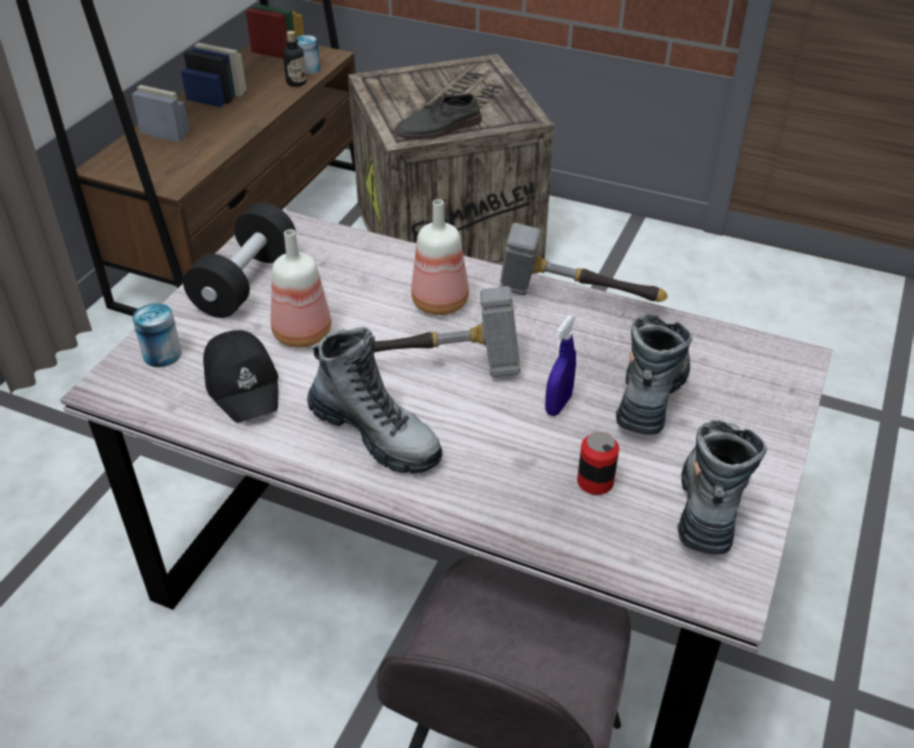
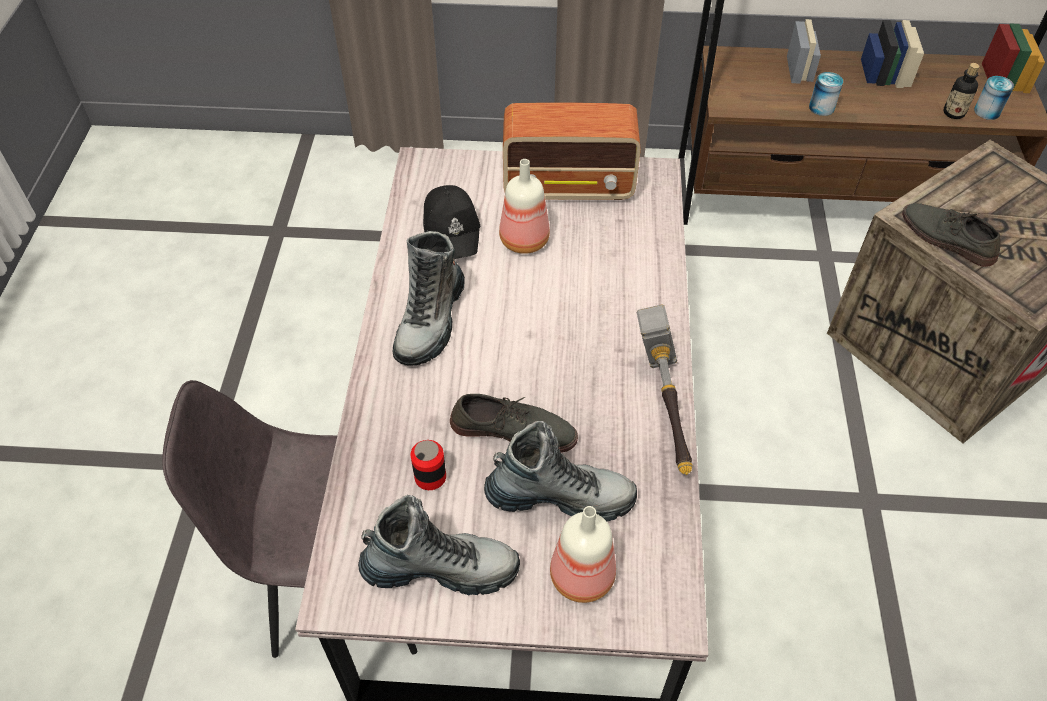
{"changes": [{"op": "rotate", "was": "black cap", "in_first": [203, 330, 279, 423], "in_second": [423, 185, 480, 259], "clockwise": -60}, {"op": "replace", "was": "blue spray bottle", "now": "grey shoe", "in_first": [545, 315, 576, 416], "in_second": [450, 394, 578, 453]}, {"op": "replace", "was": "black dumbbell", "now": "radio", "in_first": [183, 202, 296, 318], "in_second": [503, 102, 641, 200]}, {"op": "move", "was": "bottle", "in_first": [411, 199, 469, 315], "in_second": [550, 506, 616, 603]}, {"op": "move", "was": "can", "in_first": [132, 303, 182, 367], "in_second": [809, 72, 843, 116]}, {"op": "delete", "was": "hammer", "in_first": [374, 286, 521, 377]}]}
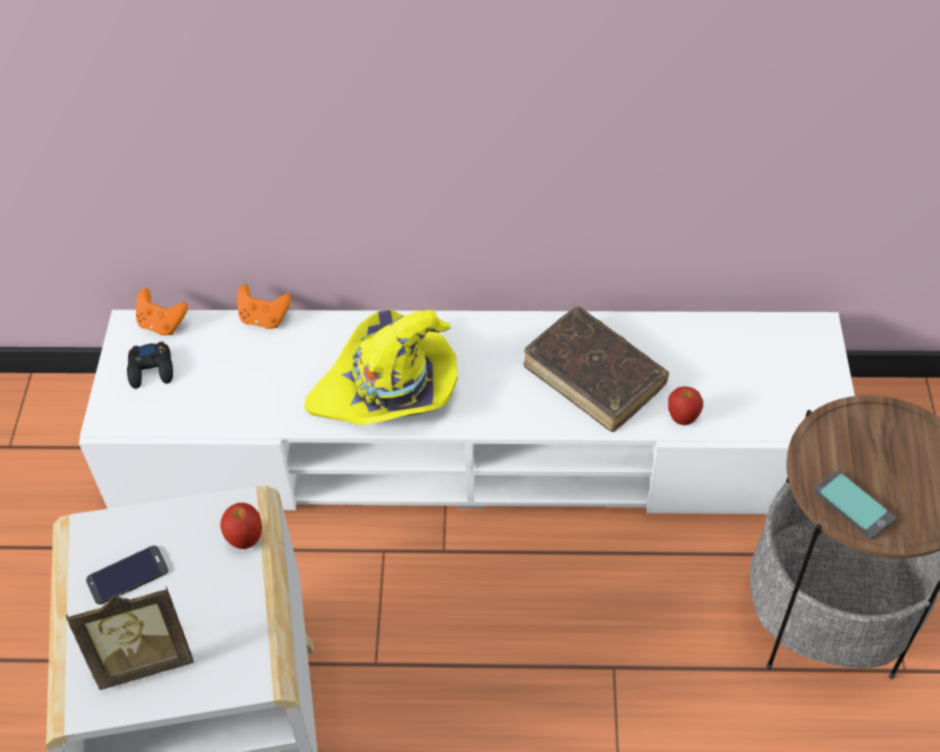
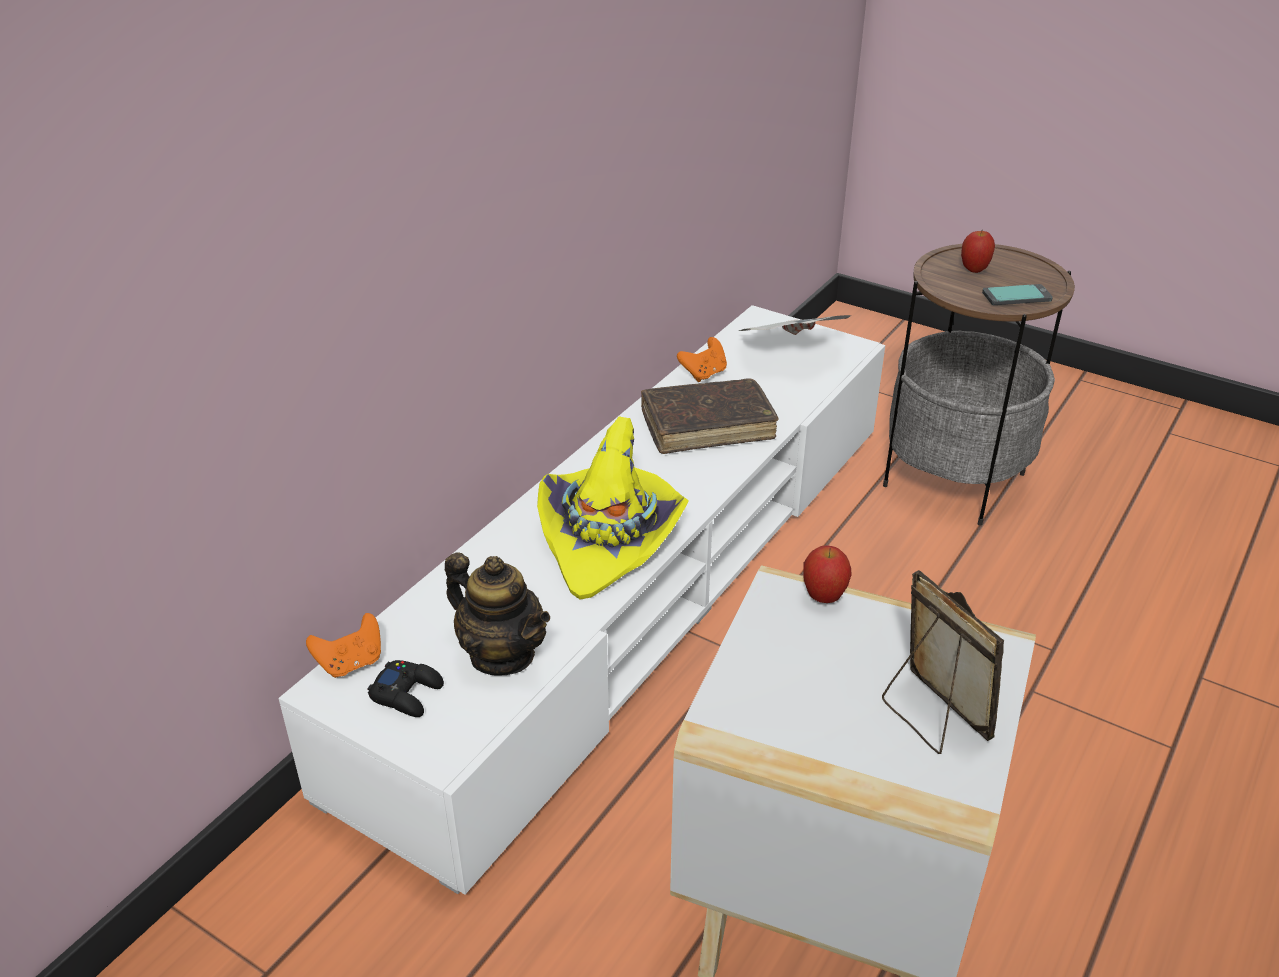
{"changes": [{"op": "insert", "now": "teapot", "in_second": [445, 552, 550, 676]}, {"op": "move", "was": "orange game controller", "in_first": [237, 284, 291, 329], "in_second": [677, 337, 727, 382]}, {"op": "insert", "now": "newspaper", "in_second": [740, 315, 852, 335]}, {"op": "rotate", "was": "picture frame", "in_first": [66, 586, 194, 690], "in_second": [882, 570, 1004, 754], "clockwise": -45}, {"op": "move", "was": "apple", "in_first": [668, 386, 703, 425], "in_second": [961, 231, 995, 273]}, {"op": "delete", "was": "phone", "in_first": [86, 546, 168, 605]}]}
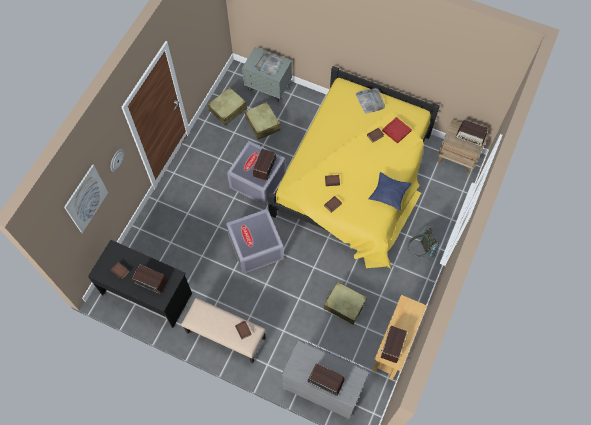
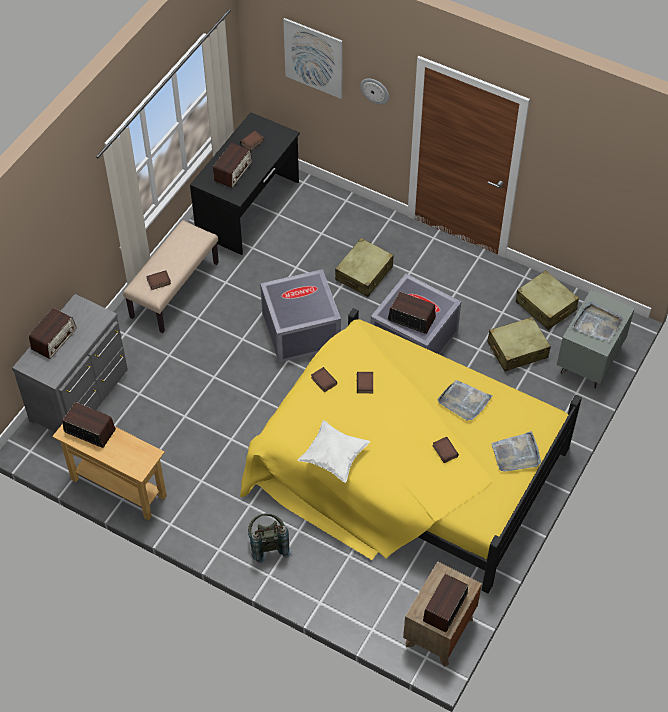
{"changes": [{"op": "recolor", "was": "blue pillow", "now": "white pillow", "in_first": [369, 172, 412, 211], "in_second": [298, 420, 370, 483]}, {"op": "move", "was": "beige suitcase", "in_first": [323, 281, 367, 325], "in_second": [335, 238, 394, 297]}, {"op": "insert", "now": "grey tray", "in_second": [437, 380, 493, 421]}, {"op": "delete", "was": "red tray", "in_first": [382, 117, 412, 144]}]}
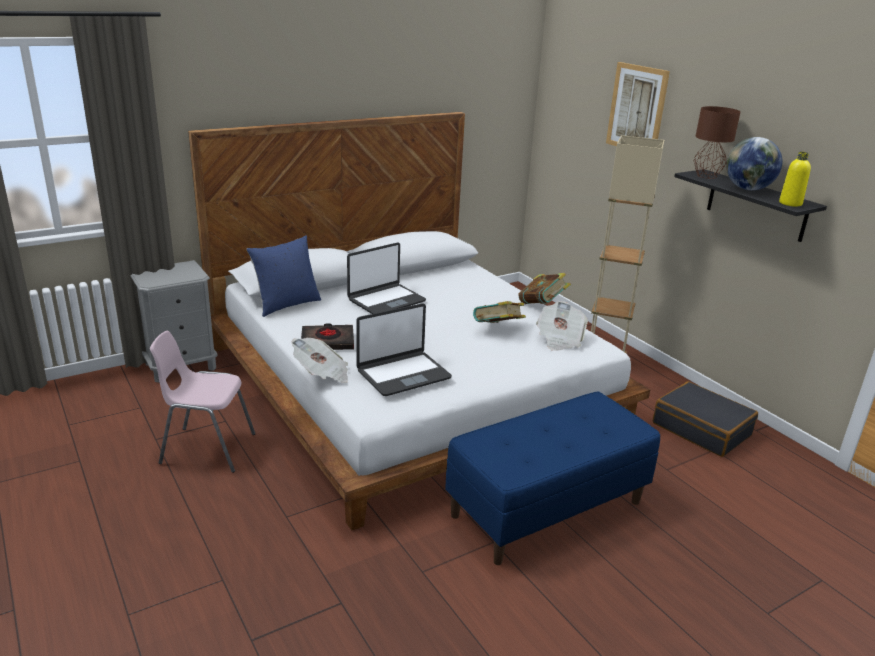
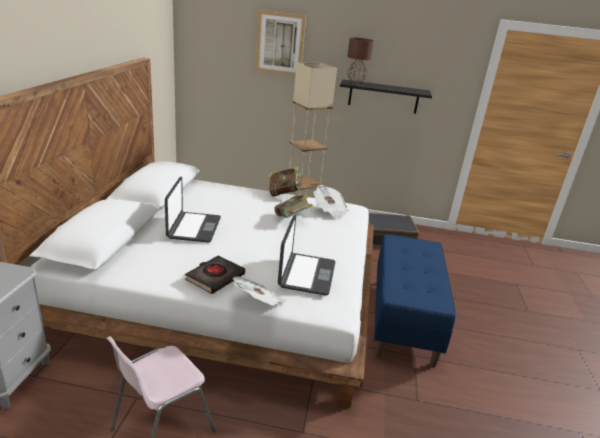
{"changes": [{"op": "delete", "was": "blue pillow", "in_first": [246, 235, 321, 317]}, {"op": "delete", "was": "globe", "in_first": [727, 137, 782, 190]}, {"op": "delete", "was": "yellow bottle", "in_first": [779, 152, 811, 207]}]}
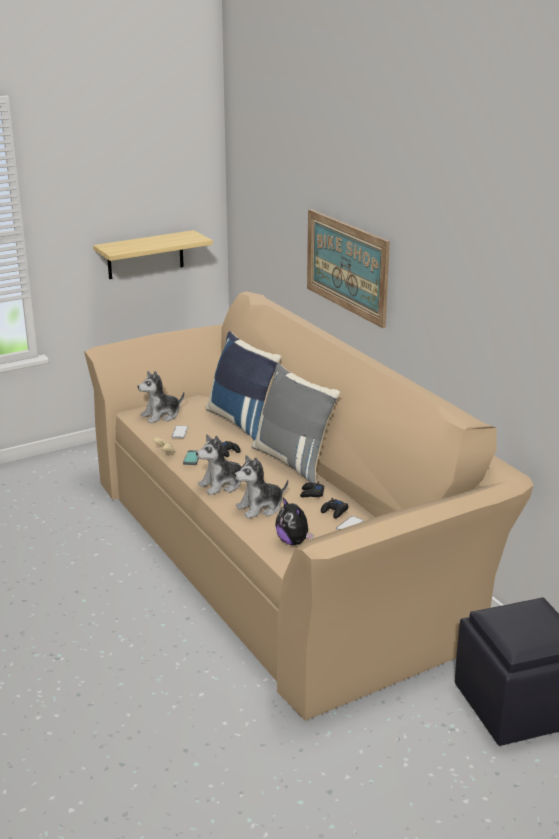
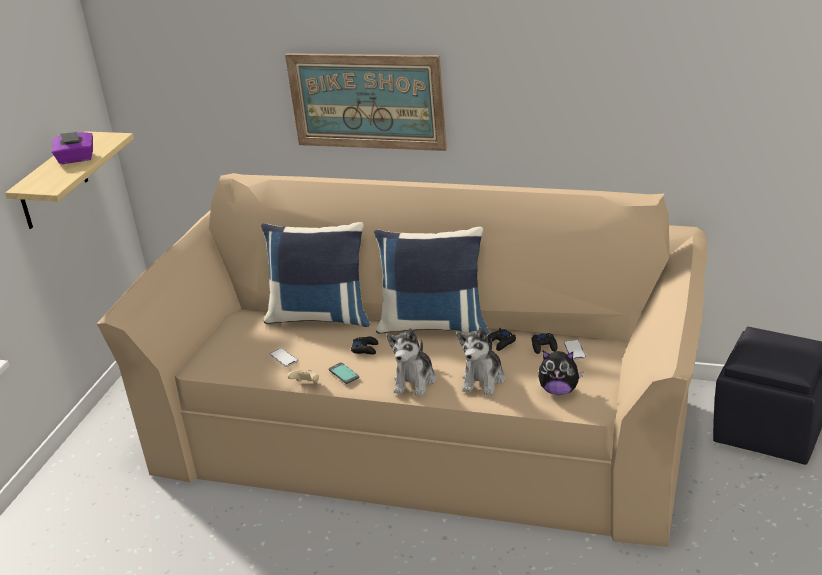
{"changes": [{"op": "insert", "now": "purple tissue box", "in_second": [52, 132, 93, 164]}, {"op": "recolor", "was": "grey pillow", "now": "blue pillow", "in_first": [252, 363, 340, 483], "in_second": [374, 227, 489, 335]}, {"op": "delete", "was": "plush toy", "in_first": [138, 371, 184, 423]}]}
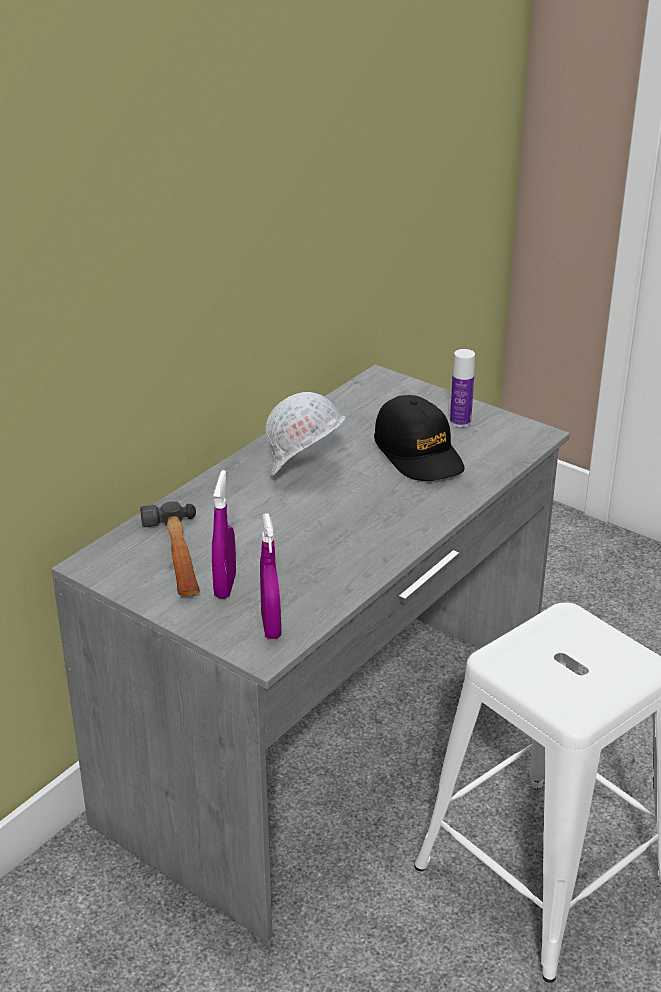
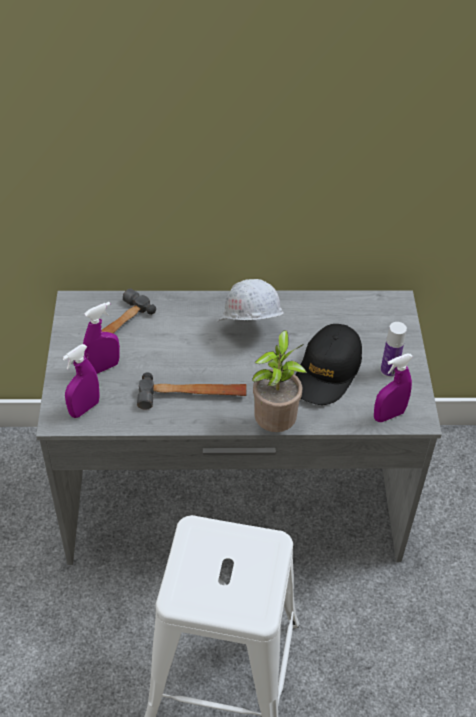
{"changes": [{"op": "insert", "now": "hammer", "in_second": [137, 372, 247, 410]}, {"op": "insert", "now": "potted plant", "in_second": [252, 330, 307, 432]}, {"op": "insert", "now": "purple spray bottle", "in_second": [374, 354, 413, 422]}]}
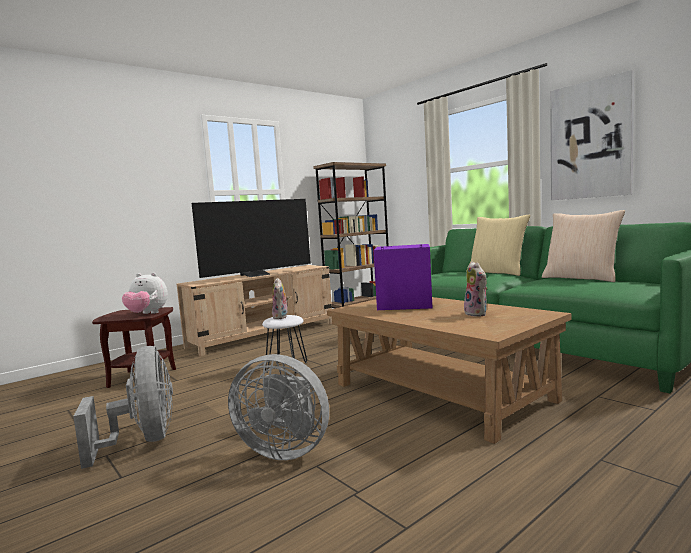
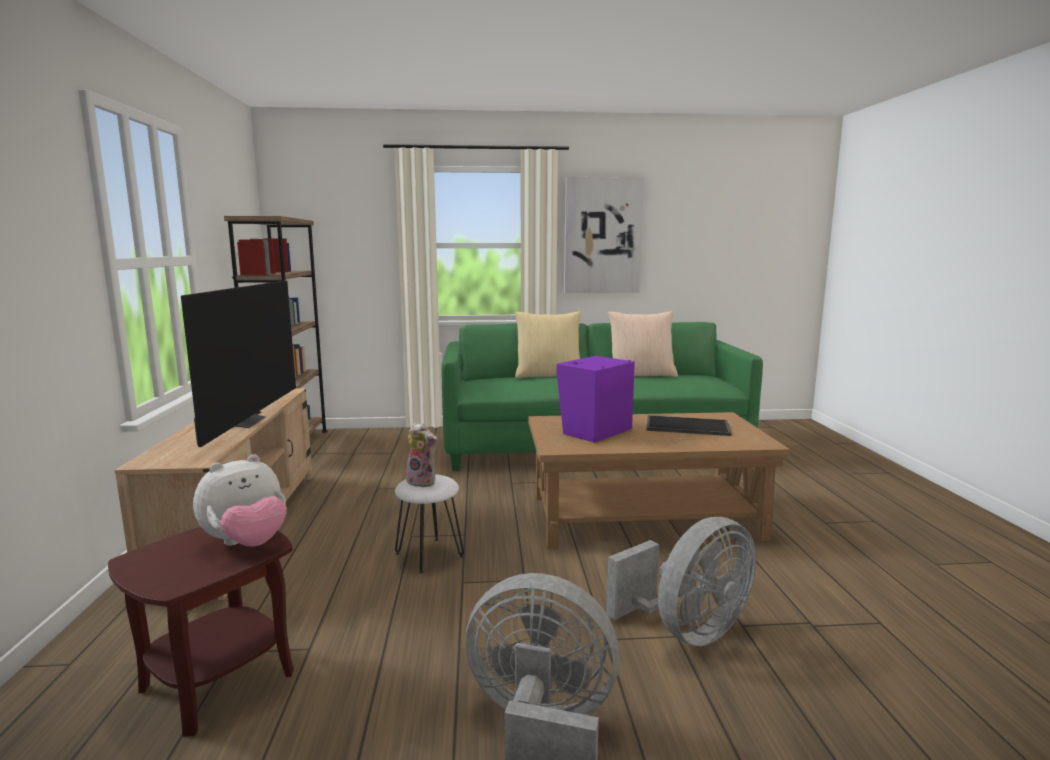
{"changes": [{"op": "replace", "was": "plush toy", "now": "tray", "in_first": [464, 261, 487, 316], "in_second": [647, 415, 732, 436]}]}
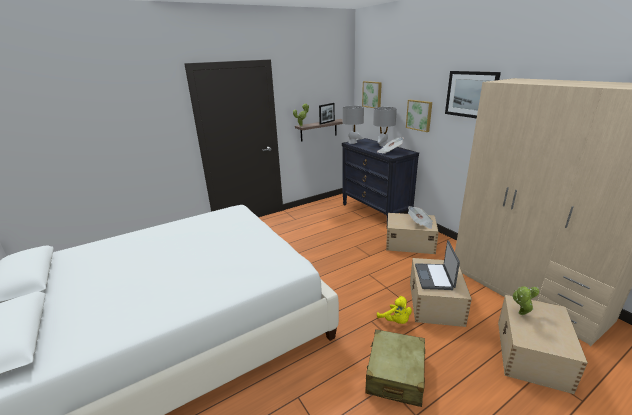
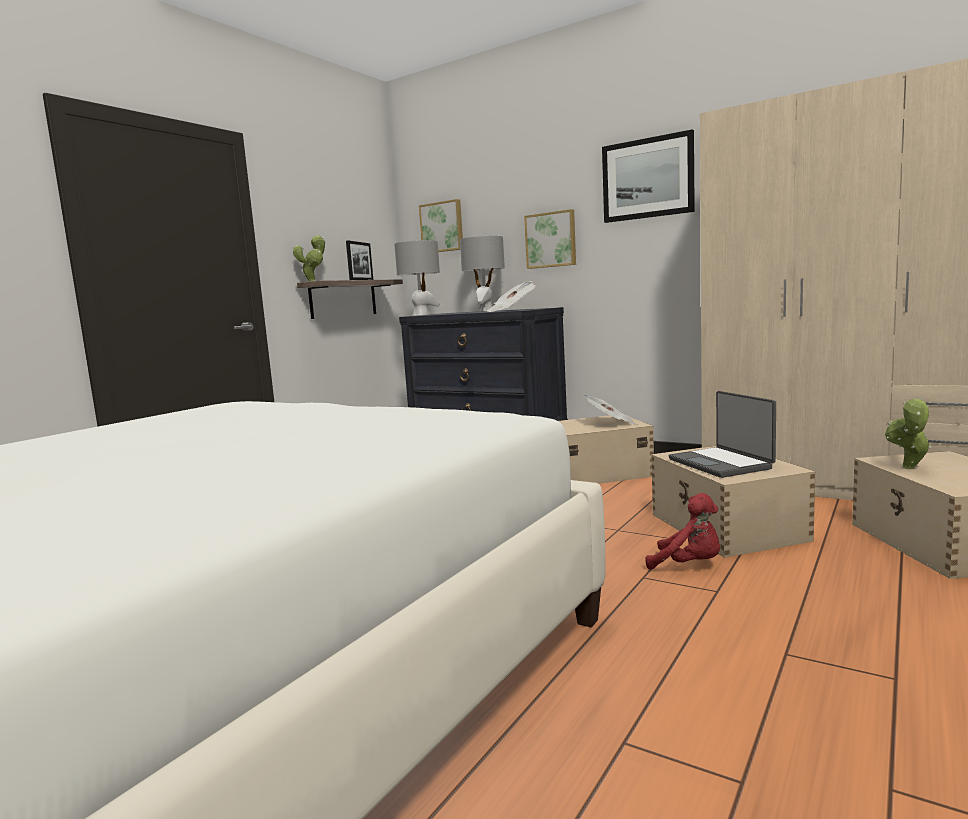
{"changes": [{"op": "recolor", "was": "yellow plush toy", "now": "red plush toy", "in_first": [377, 296, 412, 324], "in_second": [646, 493, 720, 570]}, {"op": "delete", "was": "beige suitcase", "in_first": [365, 329, 425, 407]}]}
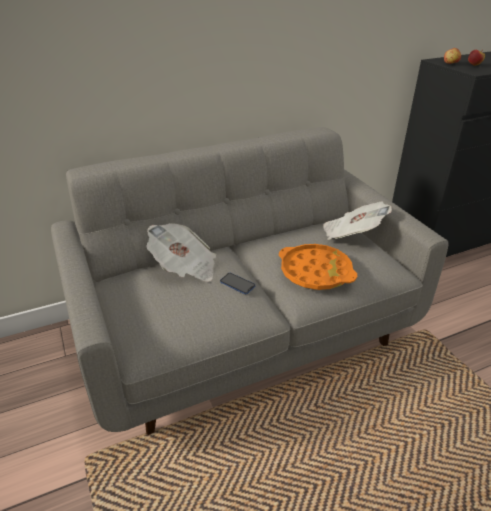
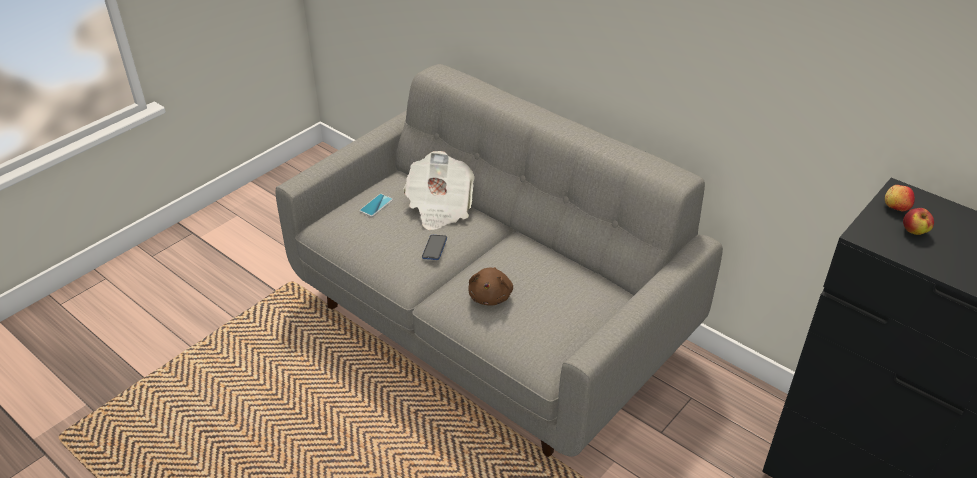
{"changes": [{"op": "insert", "now": "phone", "in_second": [359, 194, 393, 217]}, {"op": "replace", "was": "orange tray", "now": "brown plush toy", "in_first": [279, 244, 357, 290], "in_second": [468, 267, 513, 306]}, {"op": "delete", "was": "newspaper", "in_first": [323, 202, 392, 240]}]}
